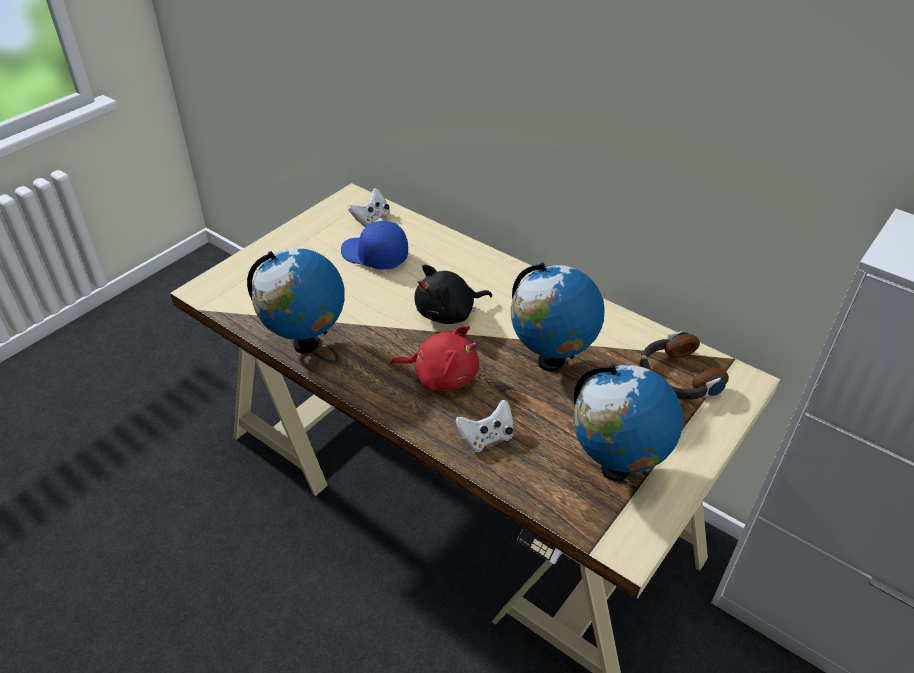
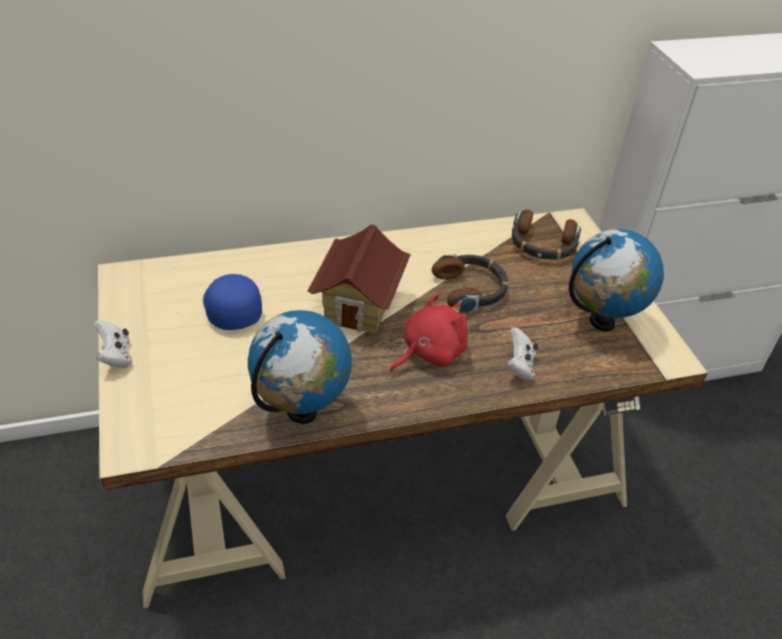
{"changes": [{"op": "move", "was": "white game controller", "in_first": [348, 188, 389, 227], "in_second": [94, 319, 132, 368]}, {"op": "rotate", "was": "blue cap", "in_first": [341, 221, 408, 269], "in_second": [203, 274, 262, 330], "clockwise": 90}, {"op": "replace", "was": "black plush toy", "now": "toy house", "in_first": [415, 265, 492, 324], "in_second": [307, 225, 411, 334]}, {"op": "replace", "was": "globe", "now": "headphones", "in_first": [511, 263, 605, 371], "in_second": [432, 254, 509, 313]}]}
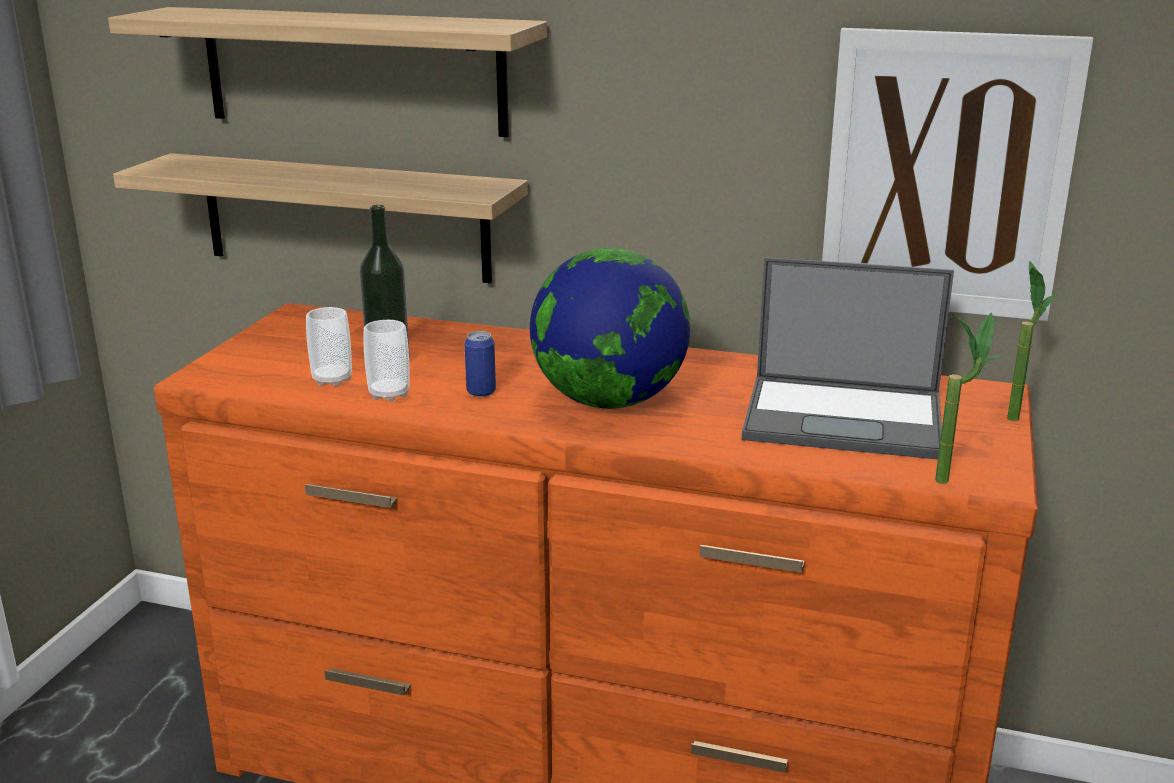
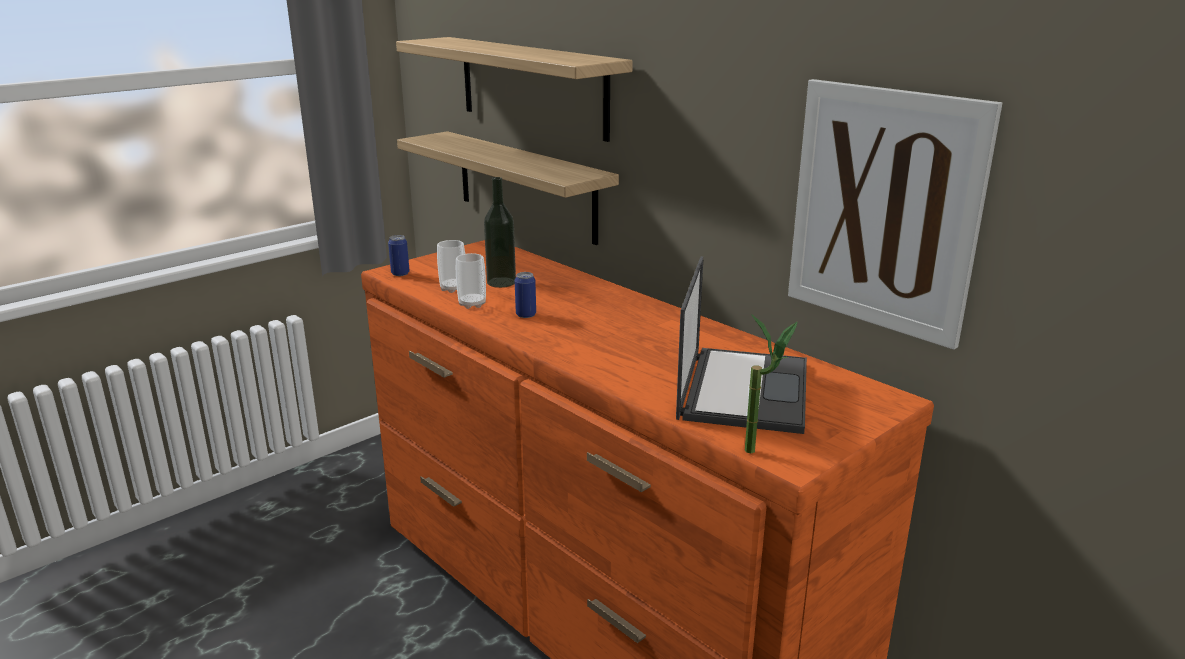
{"changes": [{"op": "insert", "now": "can", "in_second": [388, 235, 410, 276]}, {"op": "rotate", "was": "laptop", "in_first": [741, 257, 954, 459], "in_second": [676, 256, 807, 434], "clockwise": -120}, {"op": "delete", "was": "globe", "in_first": [530, 248, 690, 409]}, {"op": "delete", "was": "potted plant", "in_first": [1007, 261, 1058, 421]}]}
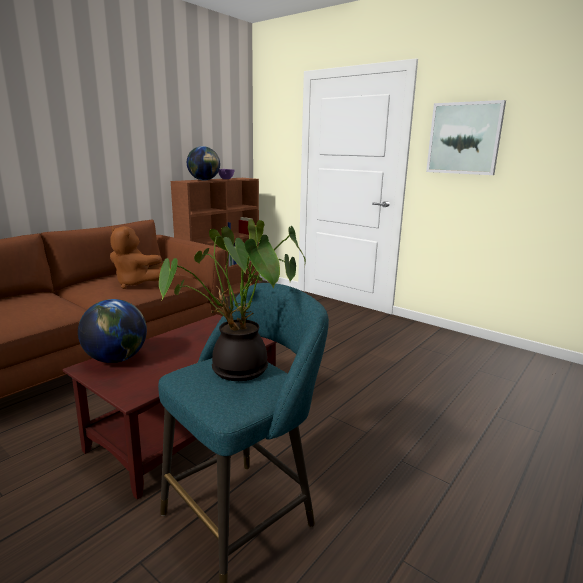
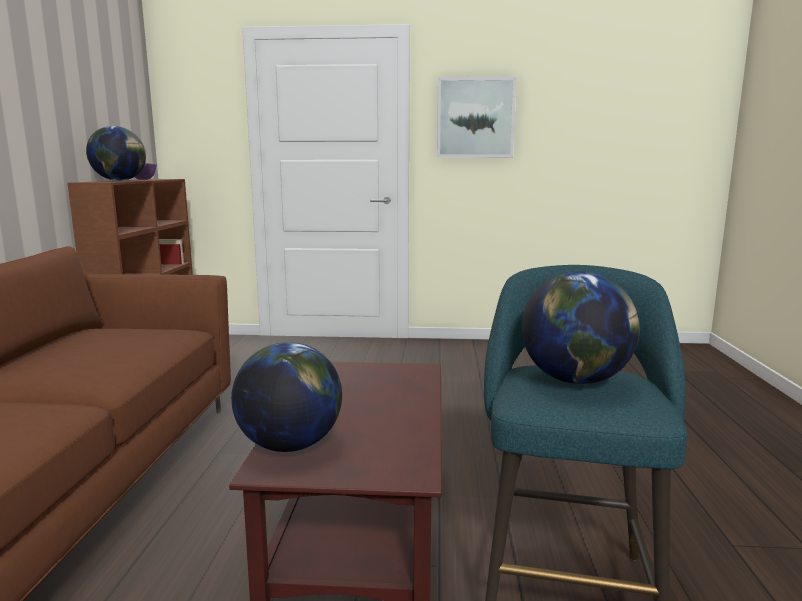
{"changes": [{"op": "replace", "was": "potted plant", "now": "globe", "in_first": [159, 219, 306, 381], "in_second": [522, 272, 640, 384]}, {"op": "delete", "was": "brown plush toy", "in_first": [110, 226, 163, 289]}]}
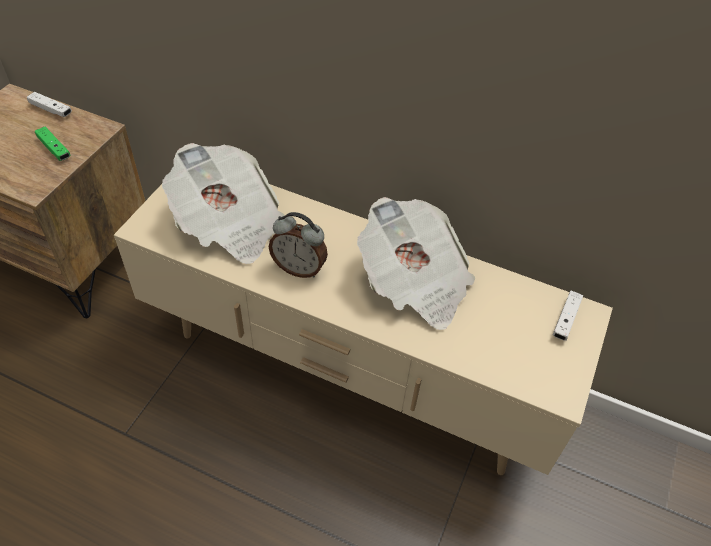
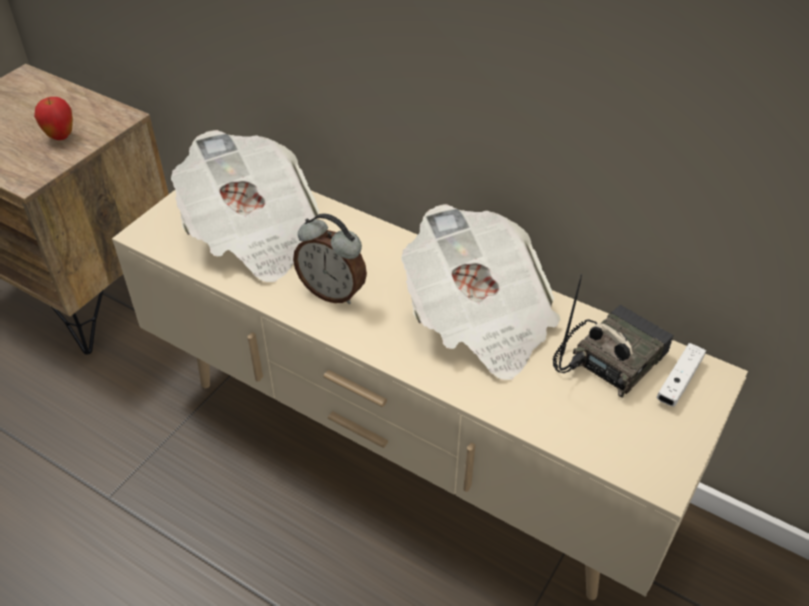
{"changes": [{"op": "replace", "was": "green game controller", "now": "apple", "in_first": [35, 126, 71, 161], "in_second": [34, 97, 73, 140]}, {"op": "insert", "now": "radio", "in_second": [553, 274, 674, 398]}, {"op": "delete", "was": "white game controller", "in_first": [27, 92, 72, 117]}]}
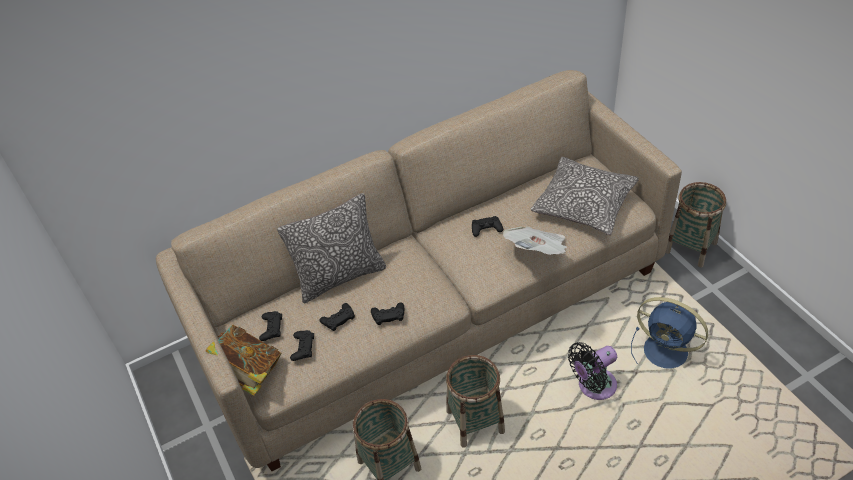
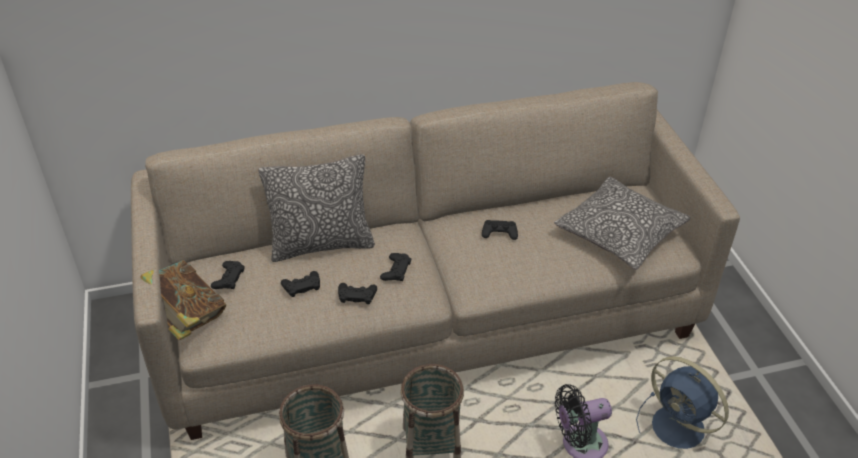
{"changes": [{"op": "move", "was": "black game controller", "in_first": [290, 330, 314, 361], "in_second": [380, 253, 412, 281]}, {"op": "delete", "was": "newspaper", "in_first": [503, 226, 567, 255]}, {"op": "delete", "was": "basket", "in_first": [665, 182, 726, 268]}]}
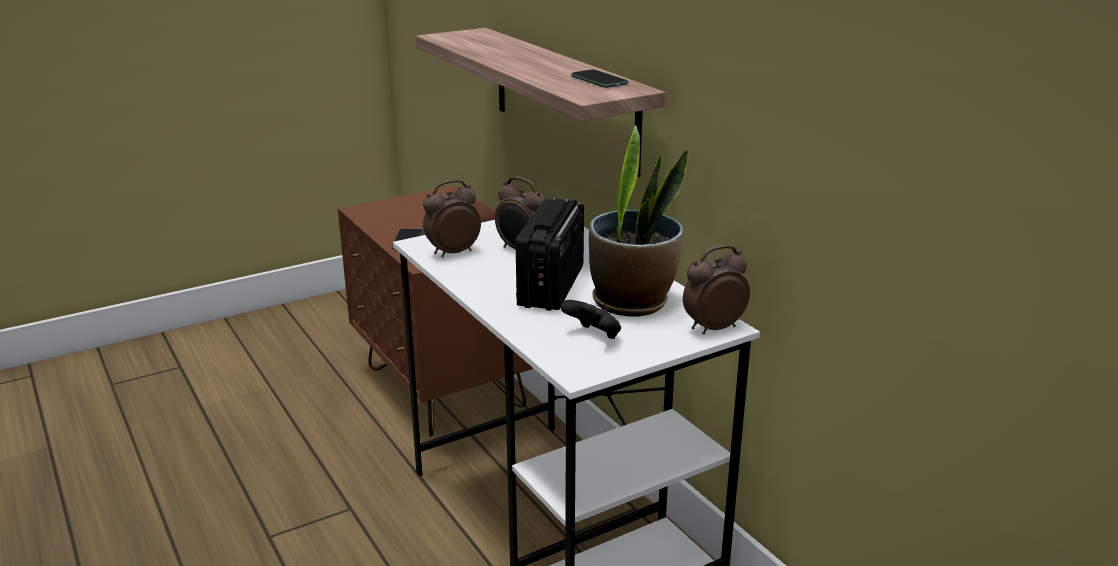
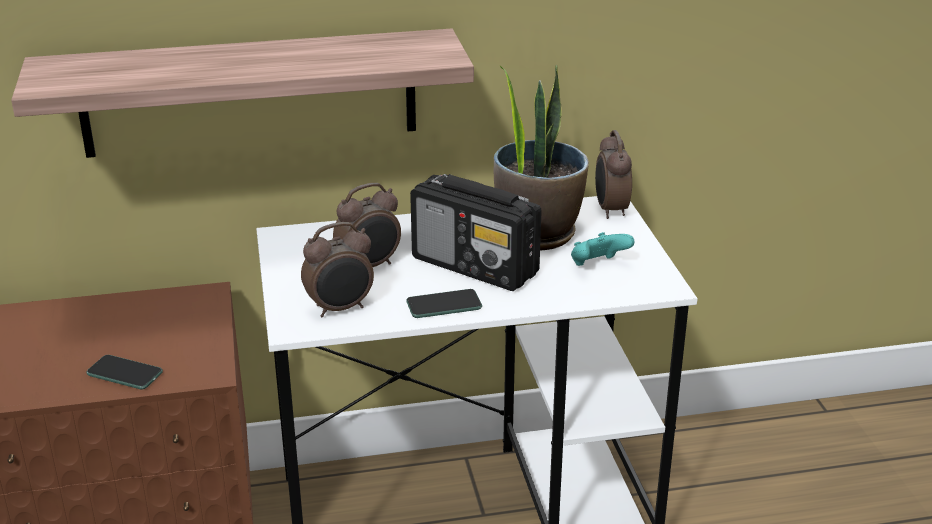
{"changes": [{"op": "rotate", "was": "alarm clock", "in_first": [423, 179, 481, 257], "in_second": [301, 222, 374, 317], "clockwise": -105}, {"op": "move", "was": "phone", "in_first": [571, 69, 628, 88], "in_second": [406, 289, 482, 318]}, {"op": "recolor", "was": "black game controller", "now": "turquoise game controller", "in_first": [560, 300, 621, 339], "in_second": [571, 232, 635, 266]}]}
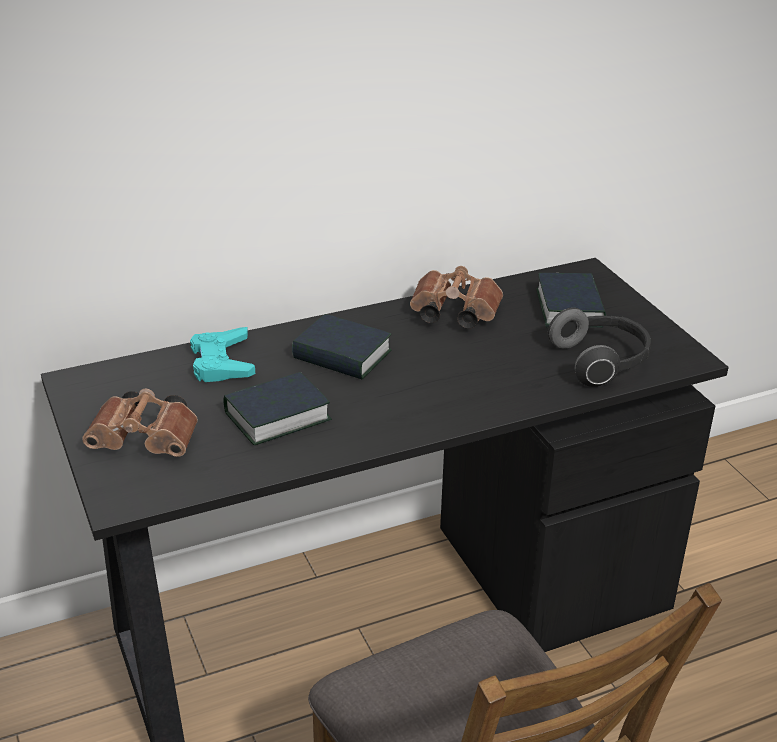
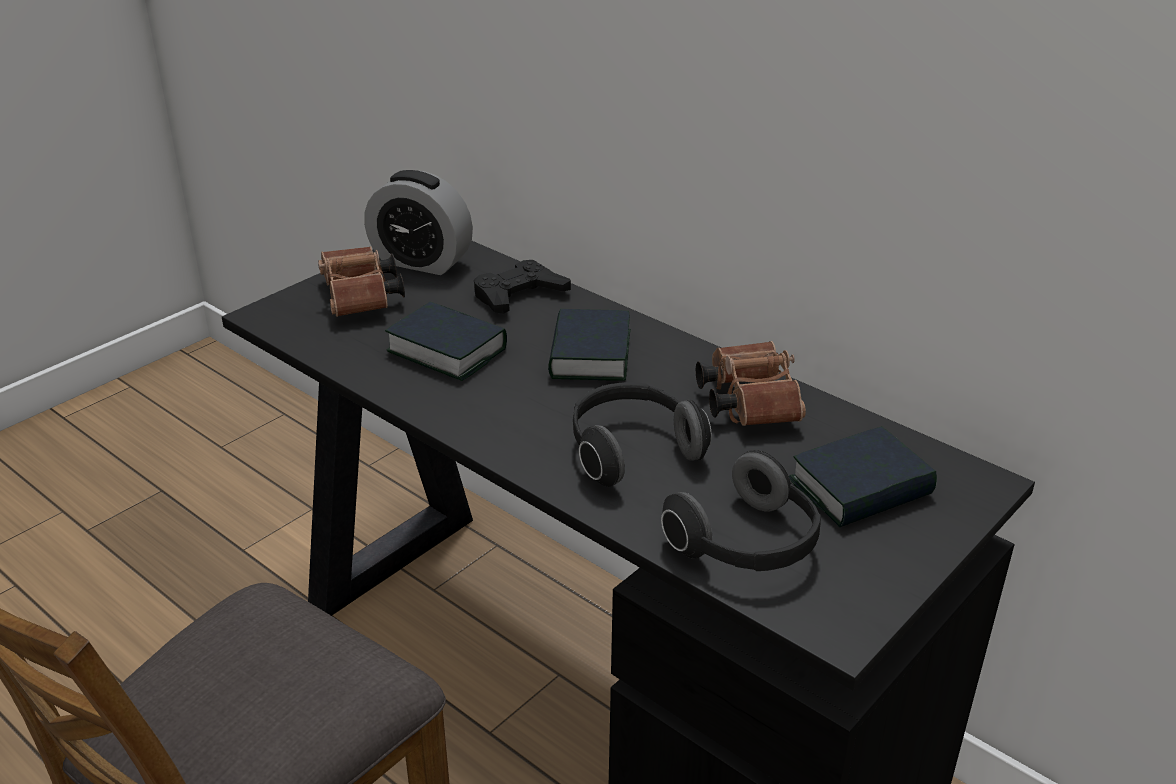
{"changes": [{"op": "insert", "now": "alarm clock", "in_second": [364, 170, 473, 275]}, {"op": "recolor", "was": "turquoise game controller", "now": "black game controller", "in_first": [190, 327, 255, 382], "in_second": [474, 260, 571, 314]}, {"op": "insert", "now": "headphones", "in_second": [573, 382, 712, 487]}]}
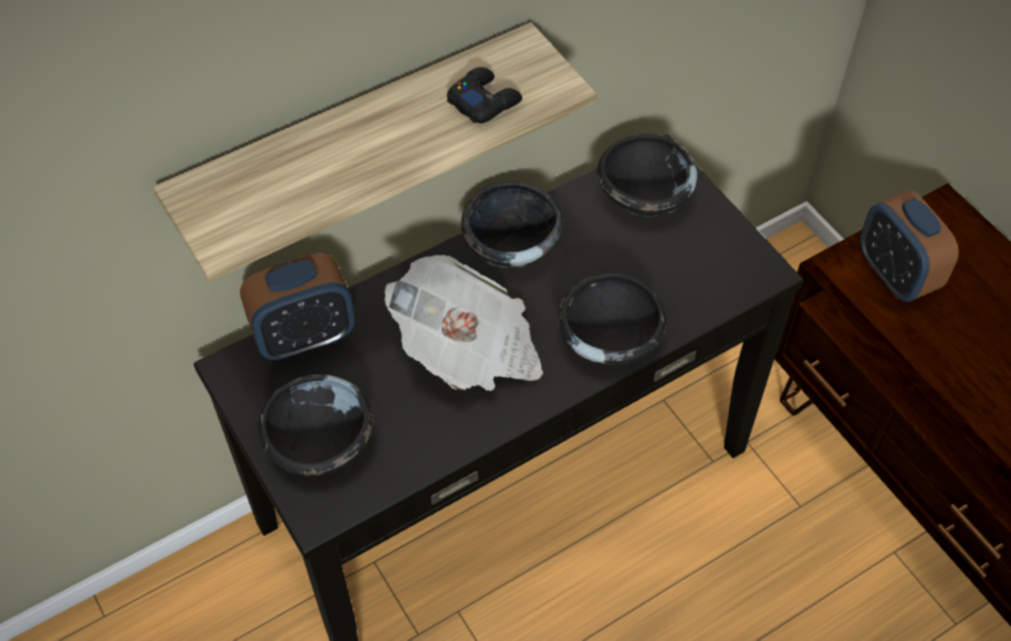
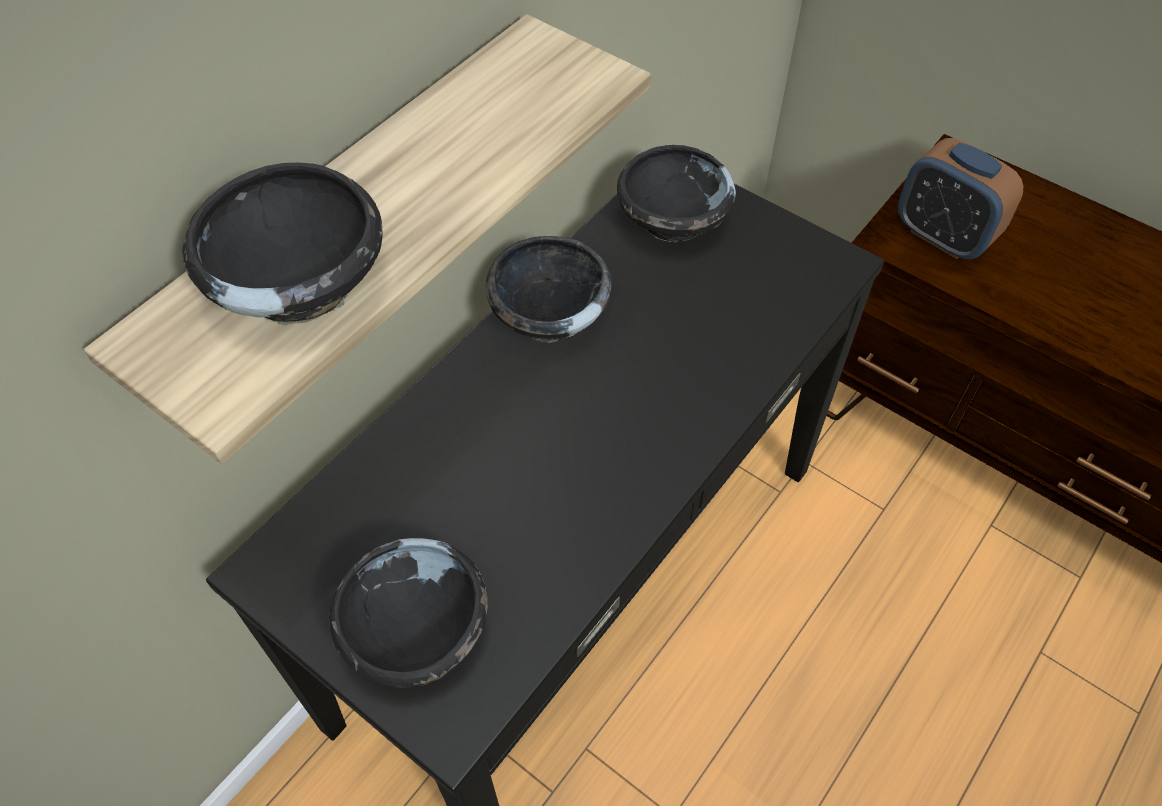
{"changes": [{"op": "move", "was": "black bowl", "in_first": [558, 273, 666, 365], "in_second": [182, 163, 383, 325]}, {"op": "delete", "was": "alarm clock", "in_first": [240, 253, 355, 360]}, {"op": "delete", "was": "newspaper", "in_first": [384, 255, 543, 391]}, {"op": "delete", "was": "black game controller", "in_first": [447, 67, 522, 123]}]}
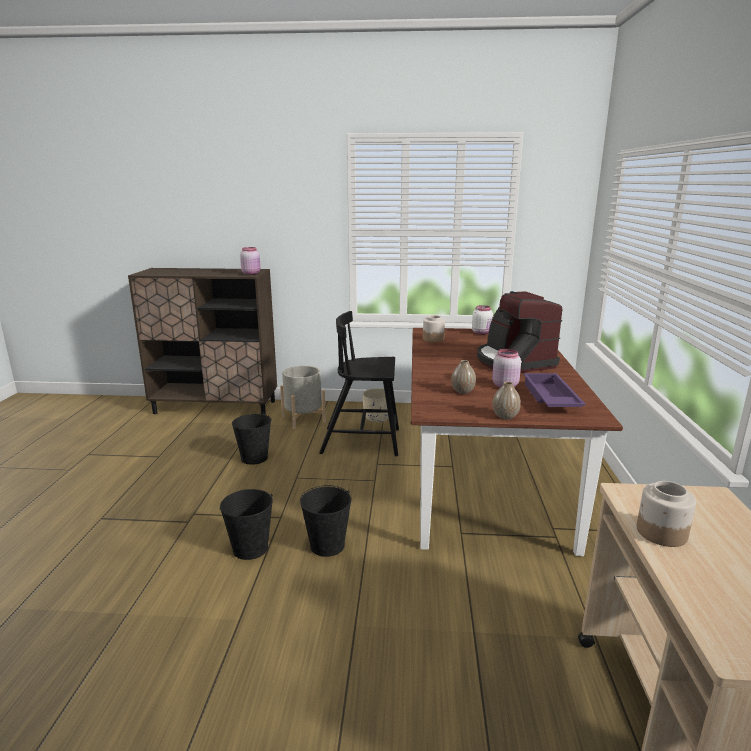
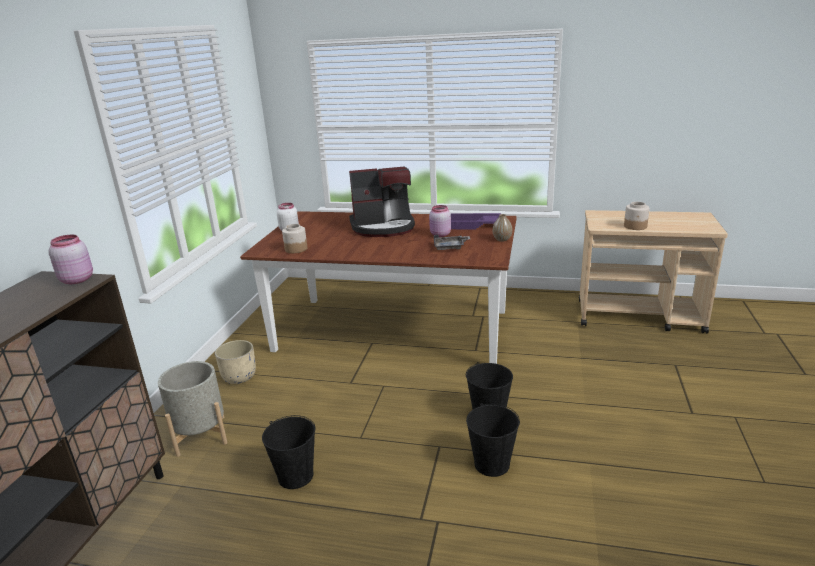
{"changes": [{"op": "replace", "was": "vase", "now": "grey tray", "in_first": [451, 360, 476, 394], "in_second": [434, 235, 470, 250]}, {"op": "delete", "was": "black chair", "in_first": [319, 311, 399, 456]}]}
